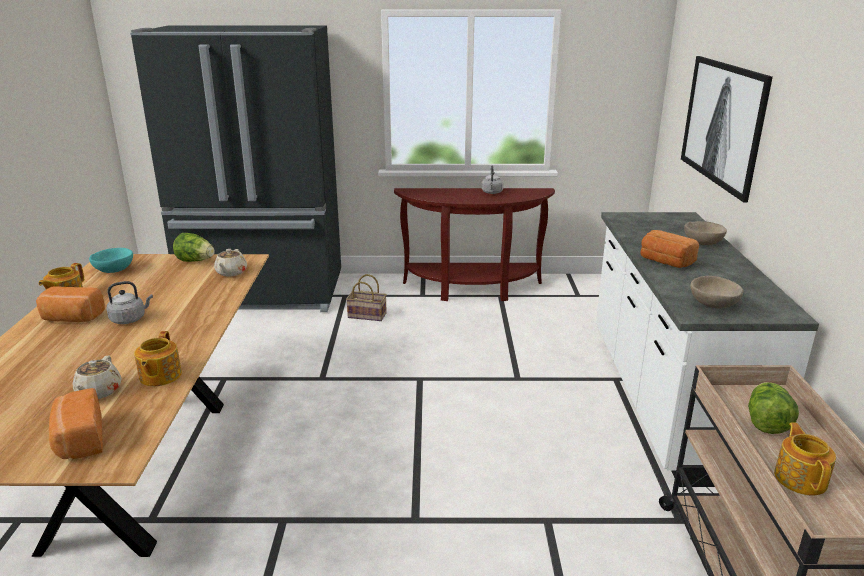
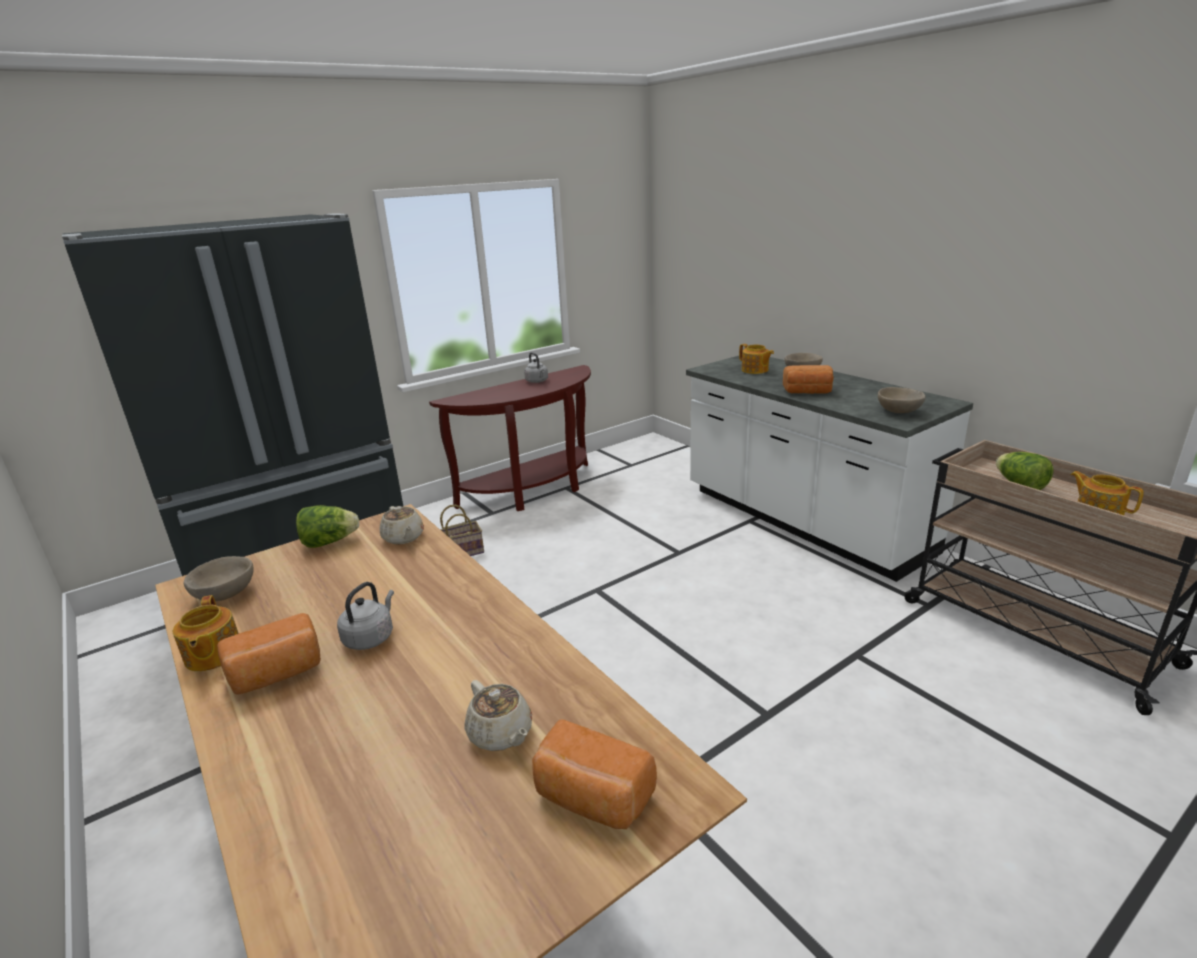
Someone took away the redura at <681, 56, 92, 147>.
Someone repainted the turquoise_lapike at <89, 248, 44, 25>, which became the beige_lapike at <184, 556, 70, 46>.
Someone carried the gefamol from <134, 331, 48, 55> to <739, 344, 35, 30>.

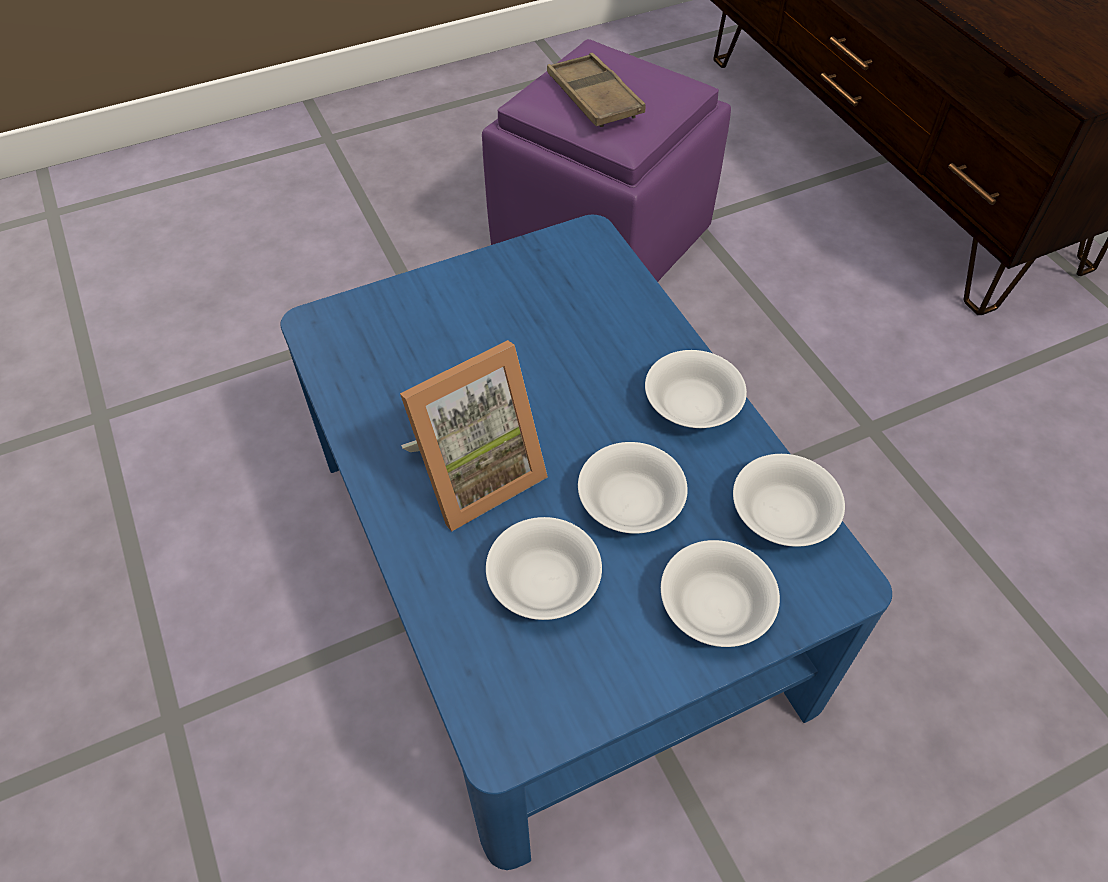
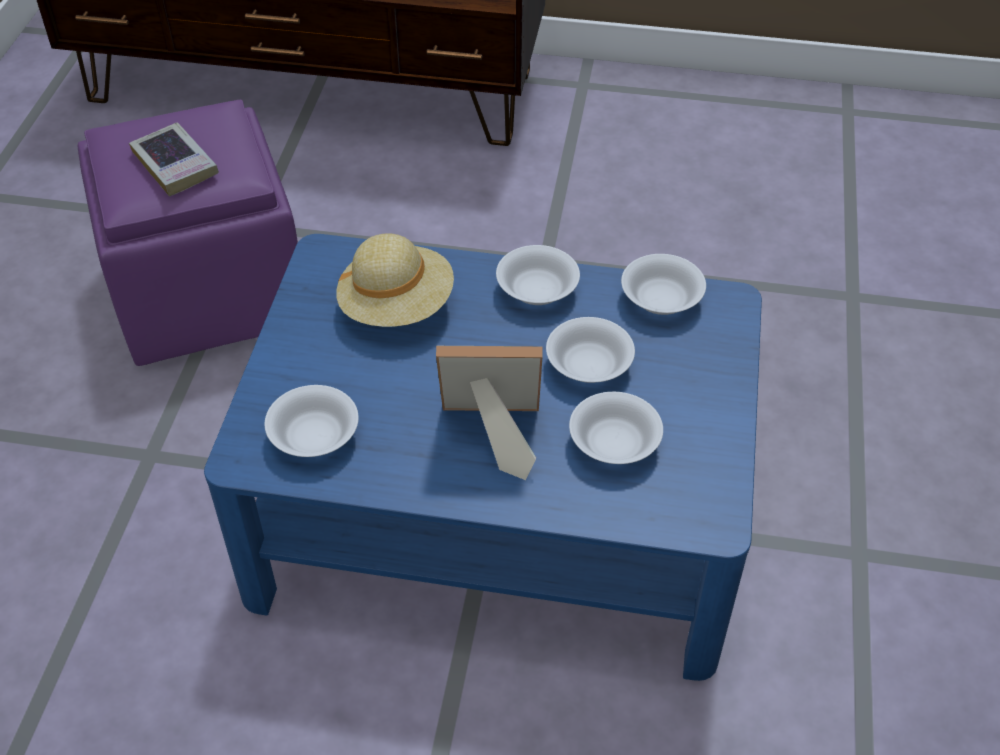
Someone swapped the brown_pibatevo at <547, 53, 98, 74> for the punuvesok at <129, 122, 90, 74>.
Someone rotated the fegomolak at <400, 340, 148, 191> by 90 degrees counterclockwise.
Someone carried the white_lapike from <661, 540, 119, 107> to <265, 385, 94, 72>.
Someone put down the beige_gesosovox at <336, 233, 118, 94>.

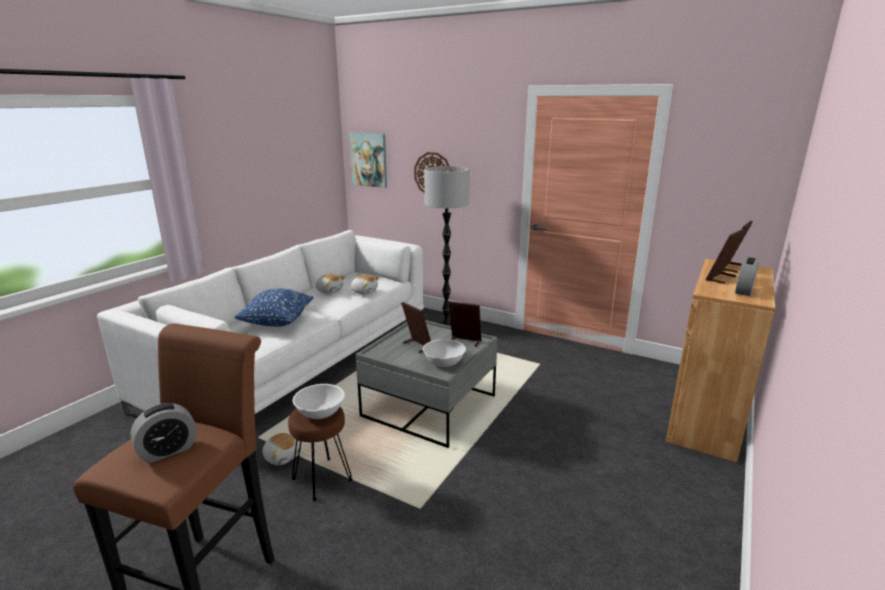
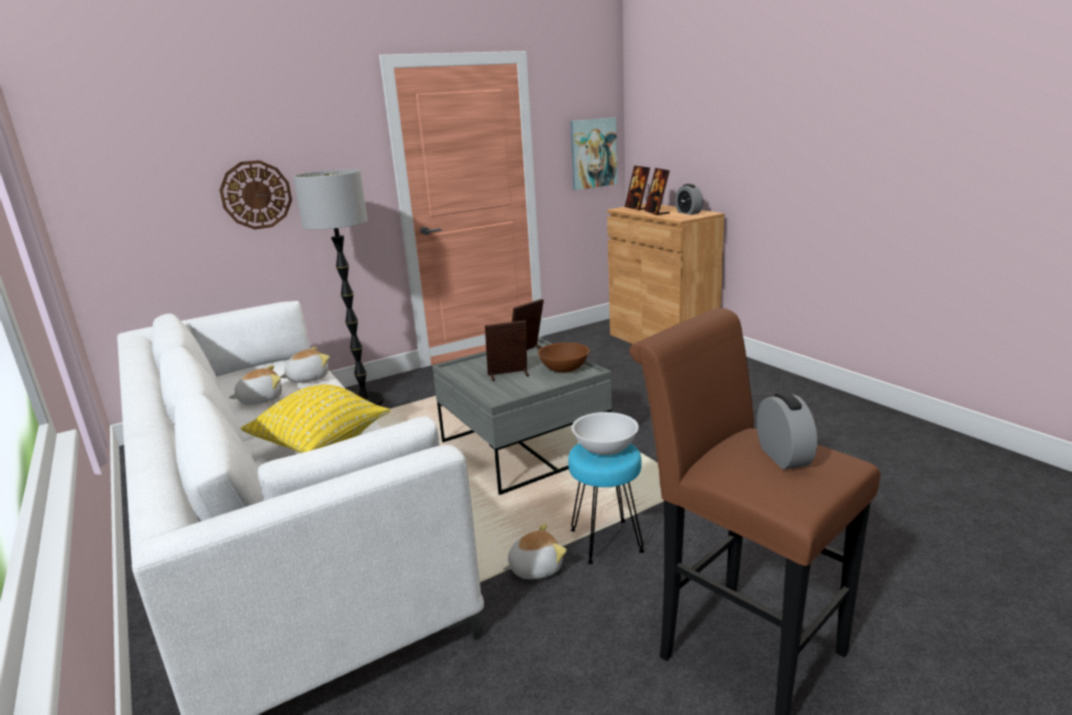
Someone carried the redura from <349, 133, 38, 55> to <570, 117, 47, 73>.
Someone repainted the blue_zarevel at <234, 288, 79, 39>, which became the yellow_zarevel at <241, 385, 149, 68>.
Someone repainted the white_lapike at <423, 339, 43, 28>, which became the brown_lapike at <538, 342, 52, 30>.
Someone repainted the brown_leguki at <288, 407, 65, 94>, which became the turquoise_leguki at <568, 443, 77, 121>.

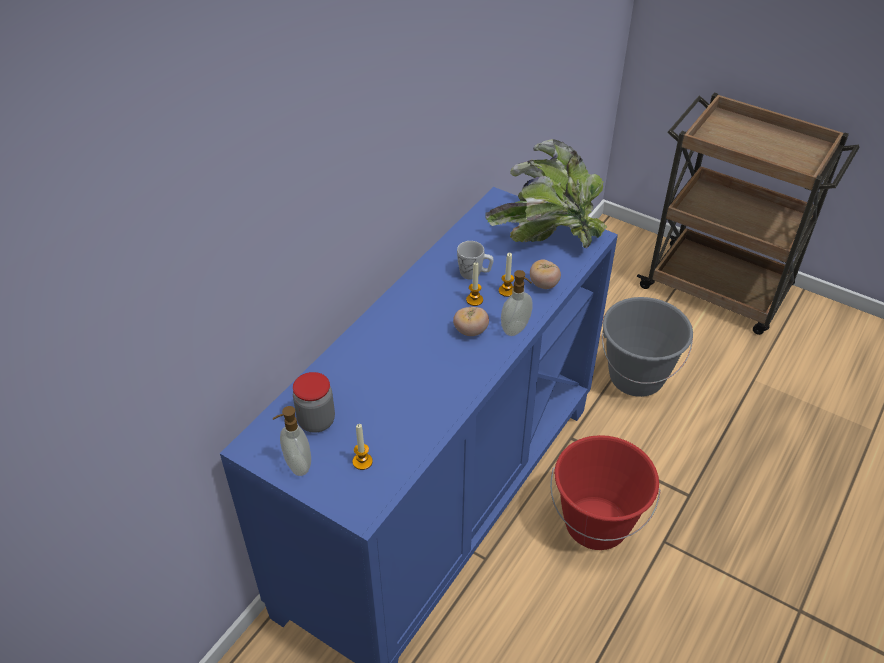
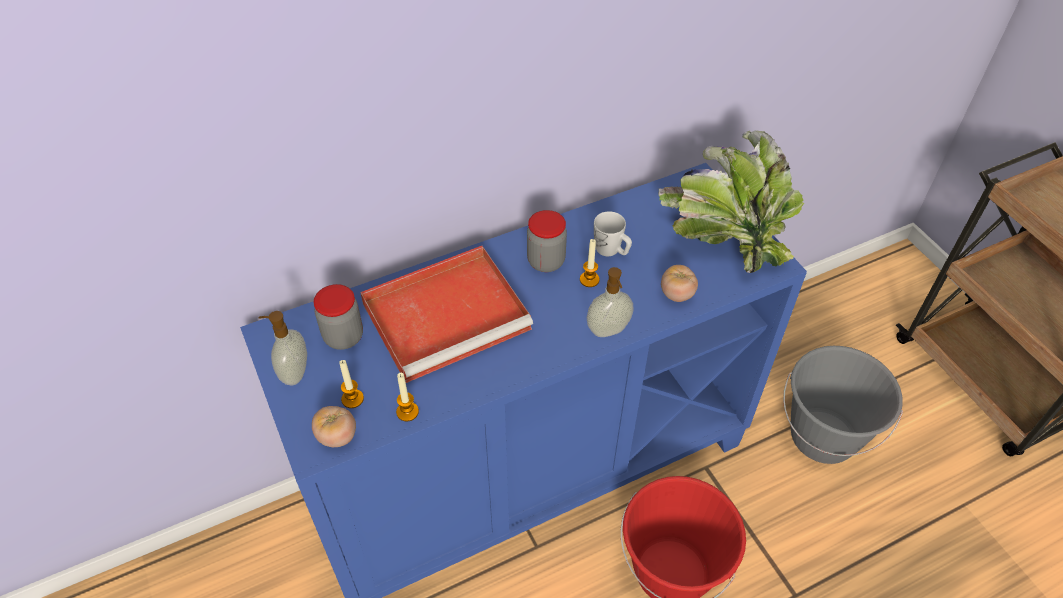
Someone carried the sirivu from <499, 253, 15, 44> to <396, 373, 23, 48>.
Someone carried the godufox from <453, 307, 36, 29> to <312, 406, 44, 41>.
Someone put down the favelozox at <527, 210, 40, 62>.
Someone put down the red_pibatevo at <360, 246, 173, 137>.

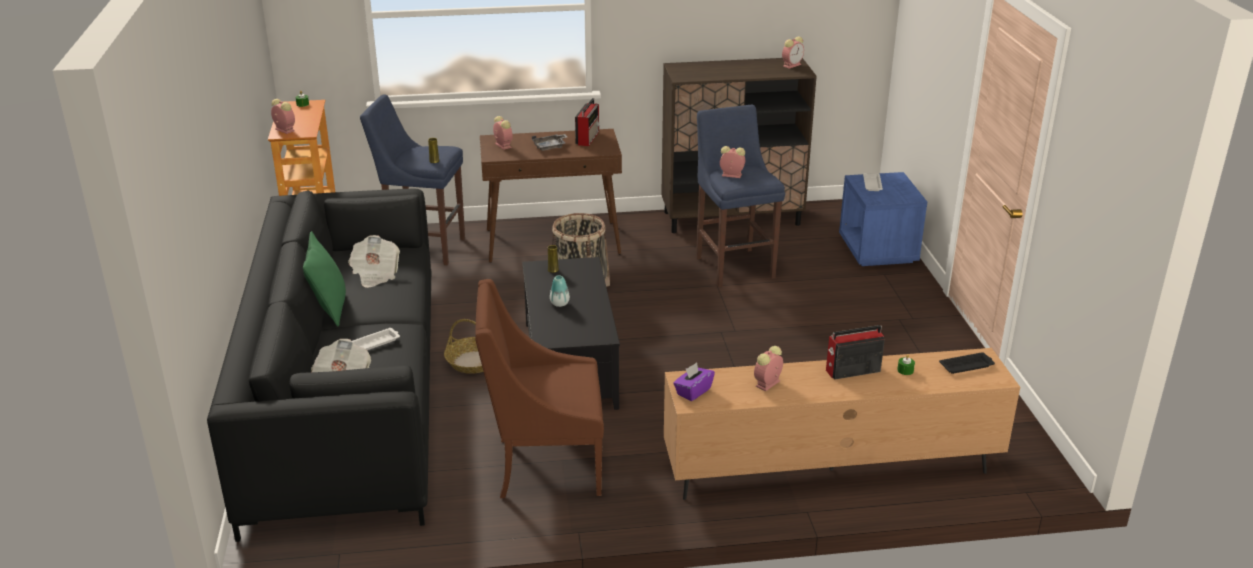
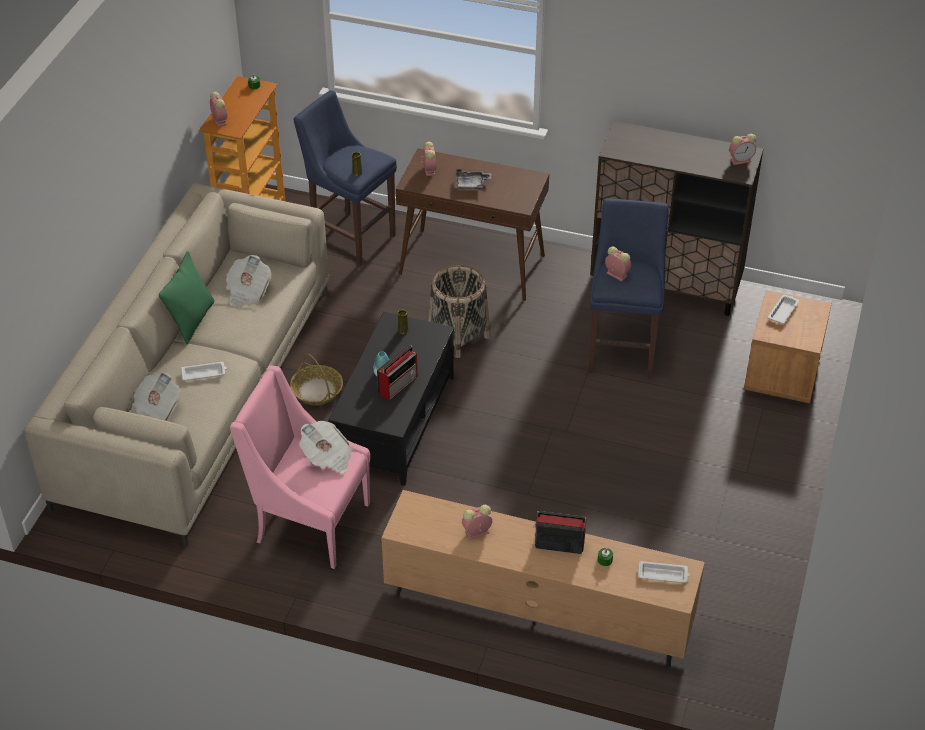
Someone carried the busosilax from <575, 98, 24, 48> to <377, 346, 41, 55>.
Someone repainted the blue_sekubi at <839, 172, 88, 94>, which became the brown_sekubi at <744, 290, 88, 114>.
Someone repainted the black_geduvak at <207, 189, 224, 353>, which became the beige_geduvak at <24, 183, 306, 364>.
Someone repainted the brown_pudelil at <475, 279, 129, 219>, which became the pink_pudelil at <230, 365, 140, 204>.
Someone repainted the black_pibatevo at <939, 352, 56, 22>, which became the white_pibatevo at <638, 561, 52, 22>.
Someone took away the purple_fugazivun at <673, 363, 42, 38>.
Someone put down the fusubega at <299, 421, 54, 53>.

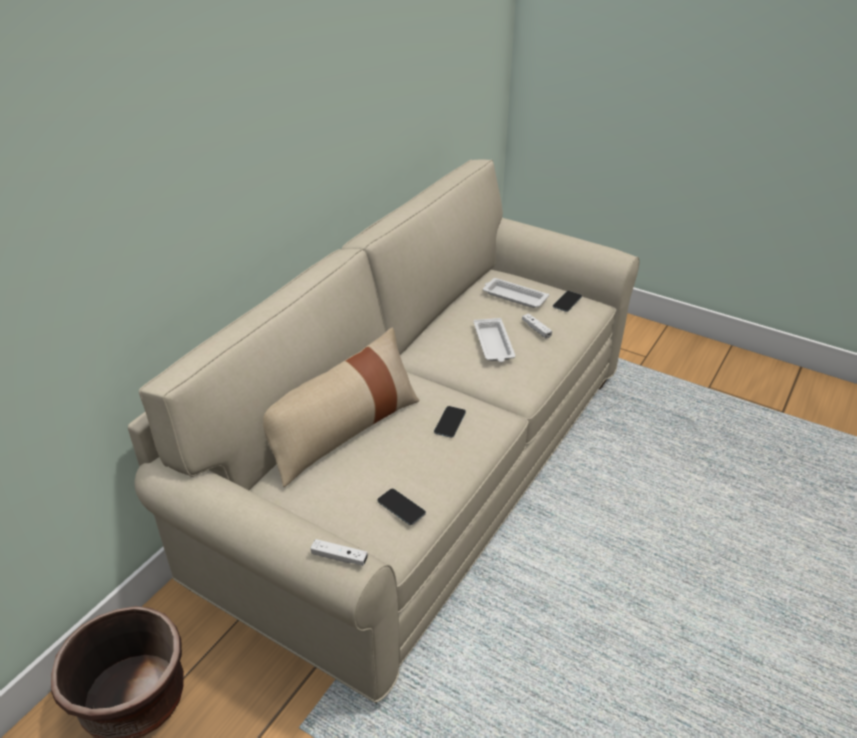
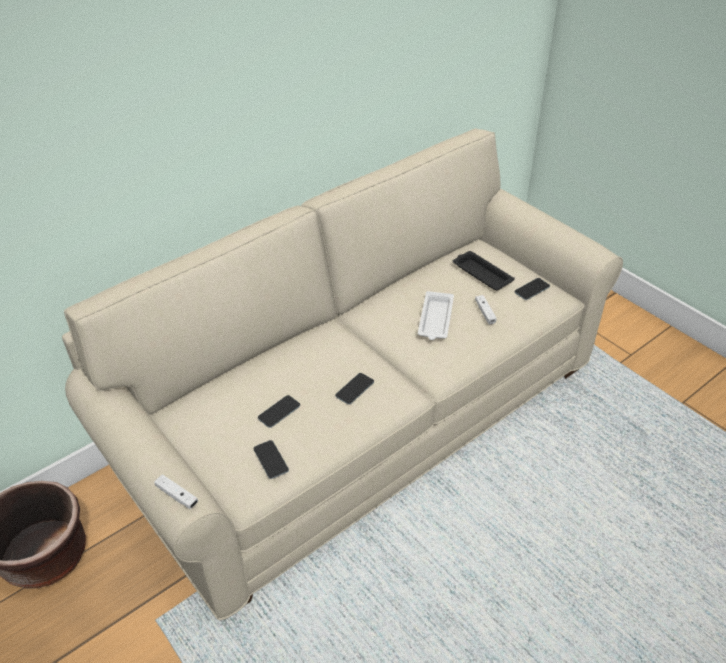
Someone repainted the white_pibatevo at <483, 278, 66, 30>, which became the black_pibatevo at <453, 251, 62, 39>.
Someone took away the beige_zarevel at <263, 327, 157, 160>.
Someone put down the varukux at <258, 395, 42, 33>.

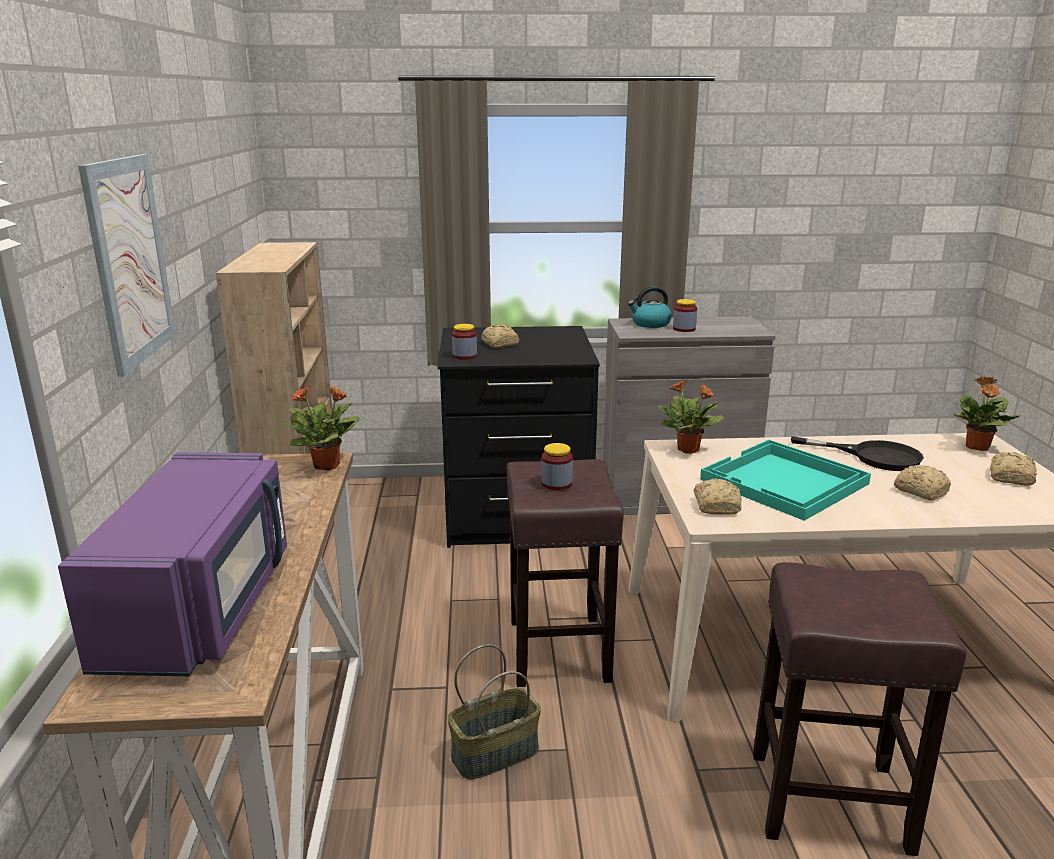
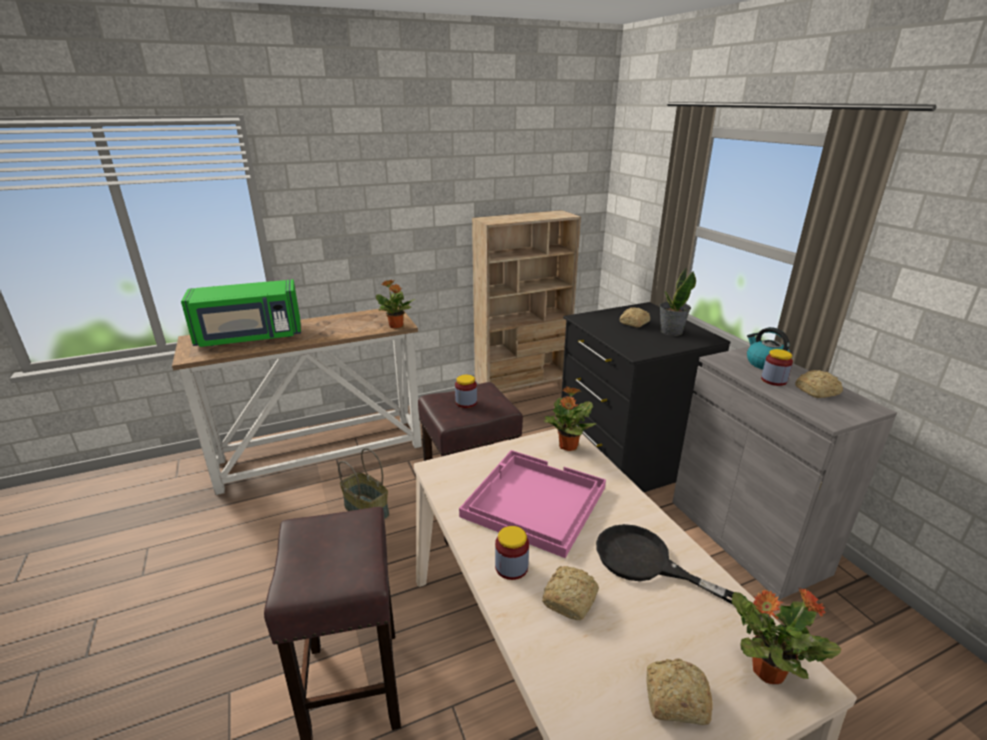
Someone took away the redura at <78, 154, 98, 223>.
Someone carried the favelozox from <452, 324, 25, 36> to <495, 526, 34, 54>.
Someone rotated the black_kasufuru at <791, 436, 133, 35> by 120 degrees clockwise.
Someone repainted the turquoise_pibatevo at <700, 440, 171, 81>, which became the pink_pibatevo at <459, 450, 147, 108>.
Someone repainted the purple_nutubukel at <58, 452, 229, 224>, which became the green_nutubukel at <181, 279, 120, 68>.
Someone carried the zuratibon from <694, 478, 48, 37> to <795, 370, 48, 28>.
Someone put down the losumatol at <659, 268, 37, 68>.

